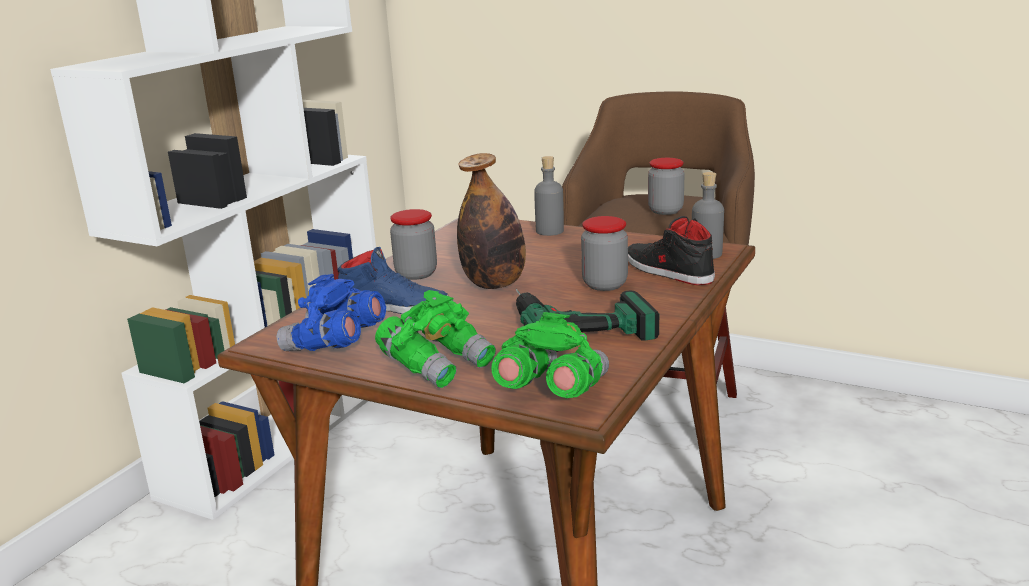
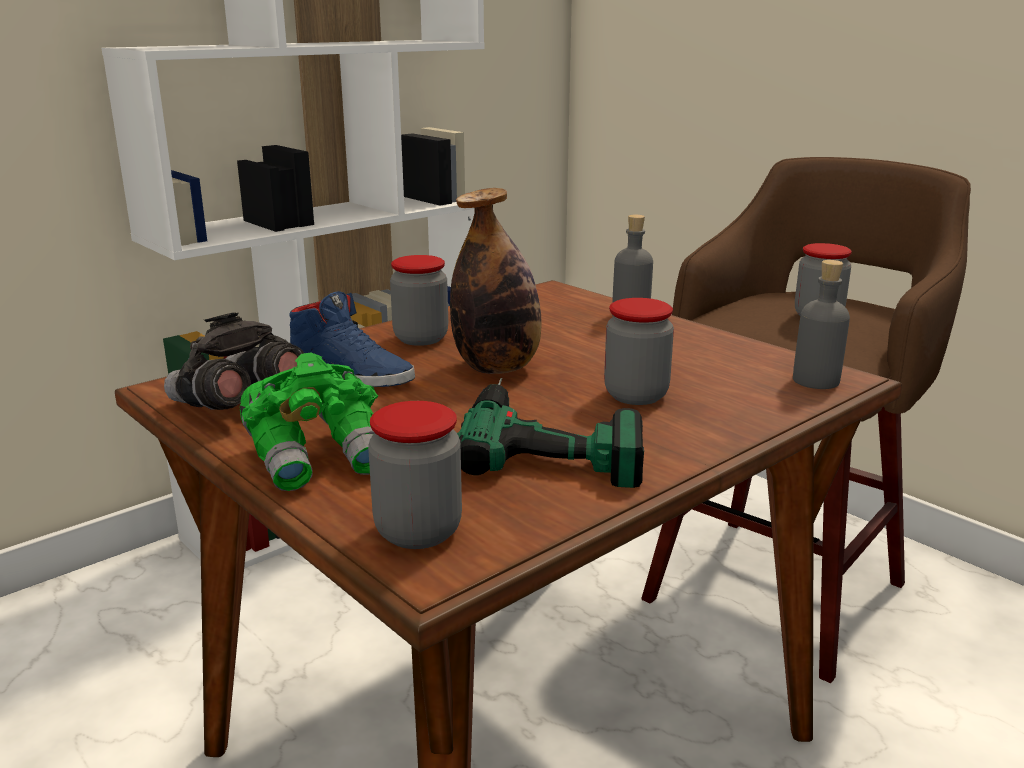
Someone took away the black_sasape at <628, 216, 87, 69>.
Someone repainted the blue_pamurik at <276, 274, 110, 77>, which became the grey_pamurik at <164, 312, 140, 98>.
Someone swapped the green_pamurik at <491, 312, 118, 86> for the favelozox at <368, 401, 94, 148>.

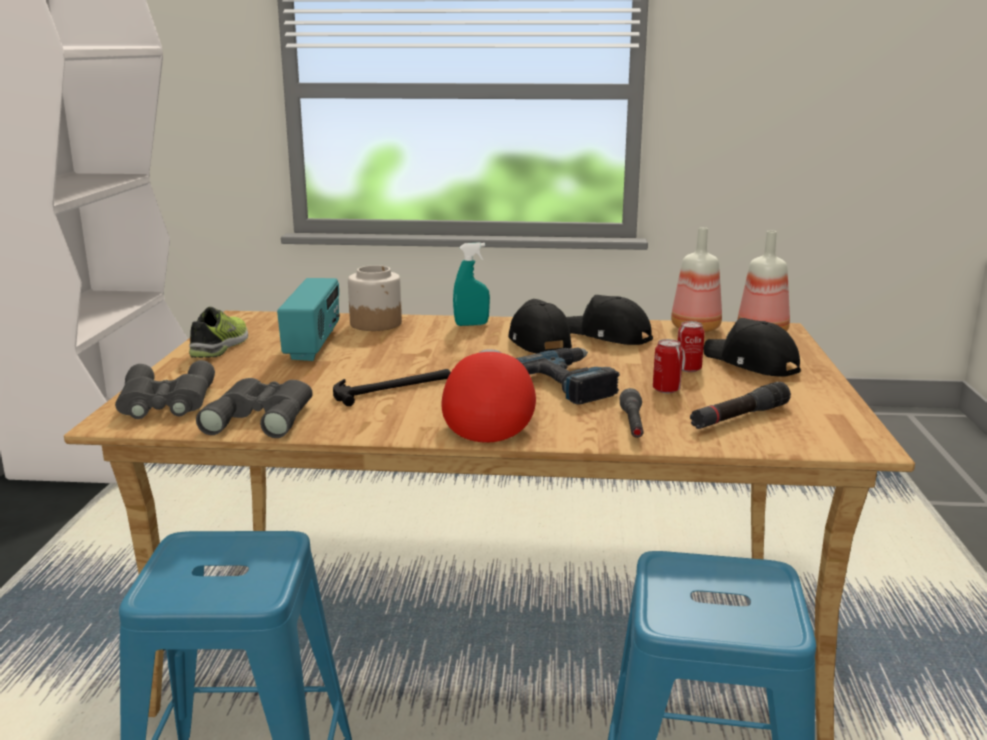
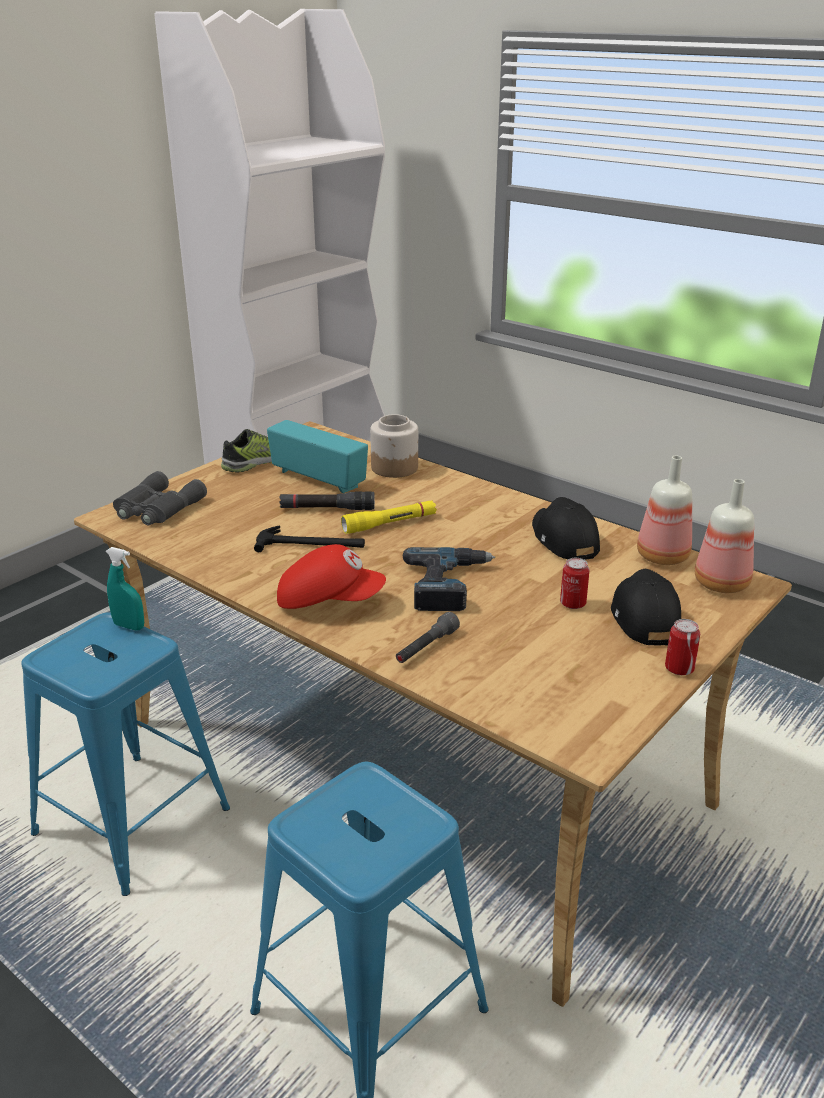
Someone carried the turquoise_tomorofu from <453, 242, 37, 84> to <106, 547, 38, 83>.
Someone rotated the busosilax at <277, 278, 63, 83> by 90 degrees counterclockwise.
Someone took away the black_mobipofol at <508, 299, 64, 54>.
Someone carried the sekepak from <653, 339, 30, 54> to <665, 619, 35, 56>.
Someone rotated the red_mobipofol at <442, 349, 94, 93> by 60 degrees clockwise.
Someone took away the grey_pamurik at <196, 378, 117, 60>.
Someone carried the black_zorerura from <690, 382, 101, 47> to <279, 491, 96, 19>.
Someone put down the yellow_zorerura at <341, 500, 96, 34>.

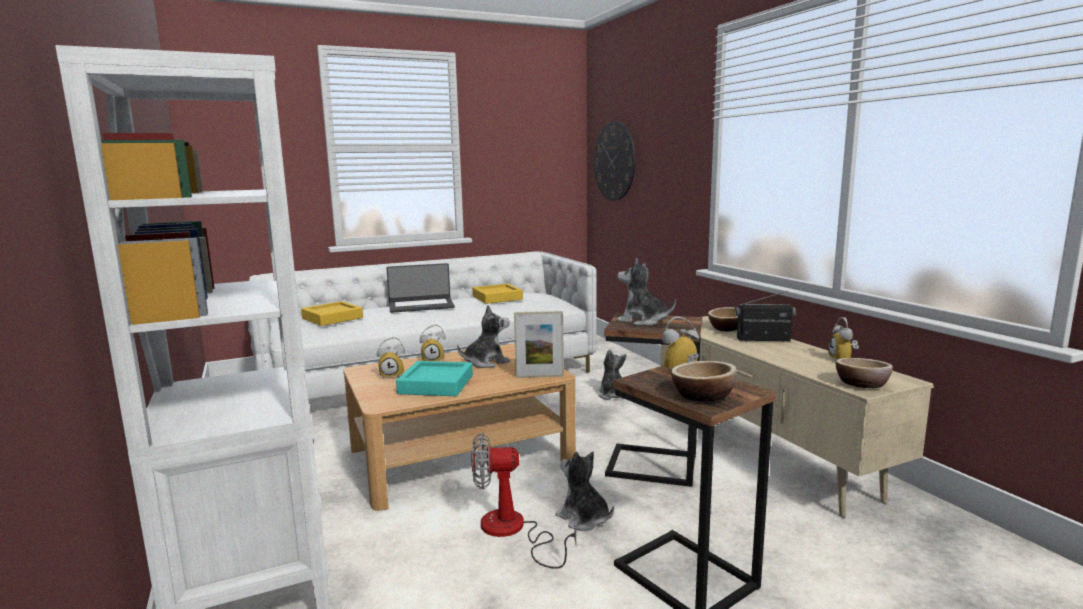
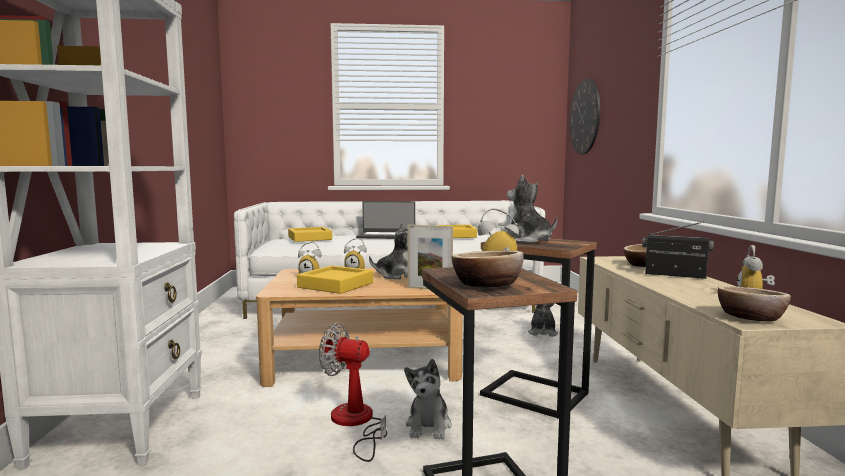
Someone repainted the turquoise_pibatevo at <396, 361, 77, 35>, which became the yellow_pibatevo at <297, 265, 76, 29>.
Someone rotated the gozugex at <555, 451, 59, 80> by 150 degrees counterclockwise.

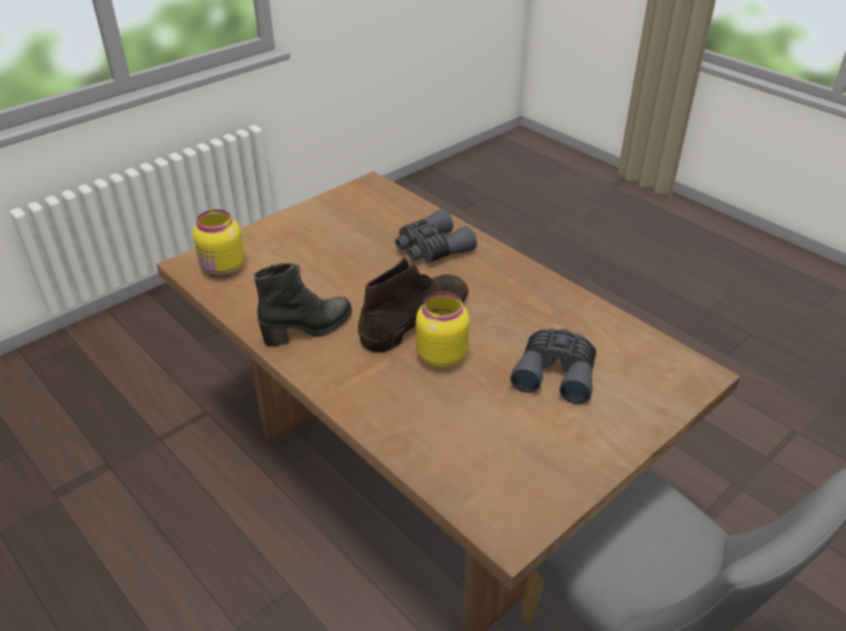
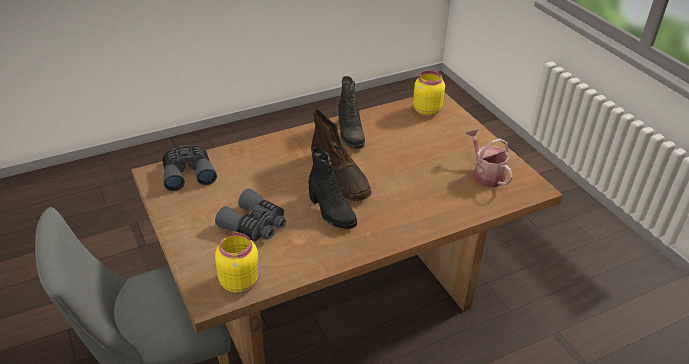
Someone carried the grey_pamurik from <395, 209, 82, 54> to <162, 145, 55, 46>.
Someone carried the yellow_favelozox from <416, 292, 54, 78> to <215, 233, 45, 60>.
Someone put down the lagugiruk at <466, 129, 47, 58>.
Someone put down the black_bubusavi at <309, 147, 48, 82>.

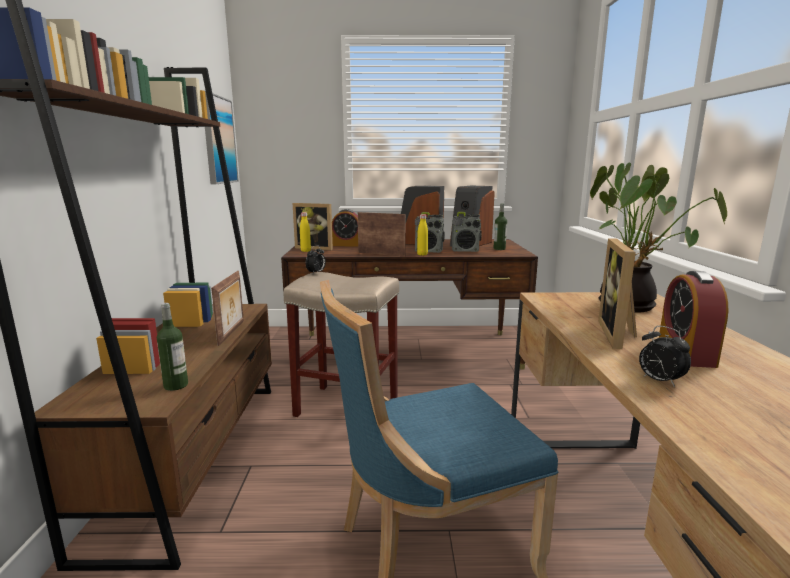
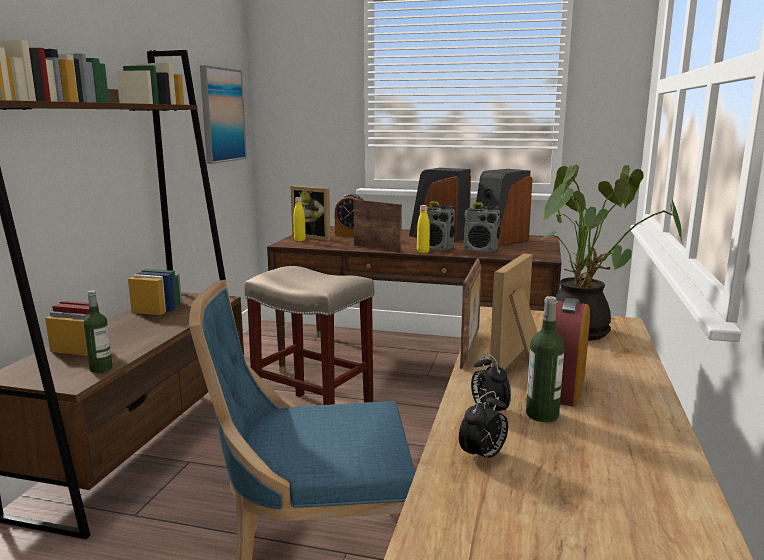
Someone carried the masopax from <494, 203, 13, 47> to <526, 296, 39, 126>.
Someone carried the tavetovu from <305, 245, 21, 28> to <459, 391, 49, 73>.
Someone carried the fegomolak from <211, 271, 33, 75> to <460, 258, 22, 111>.

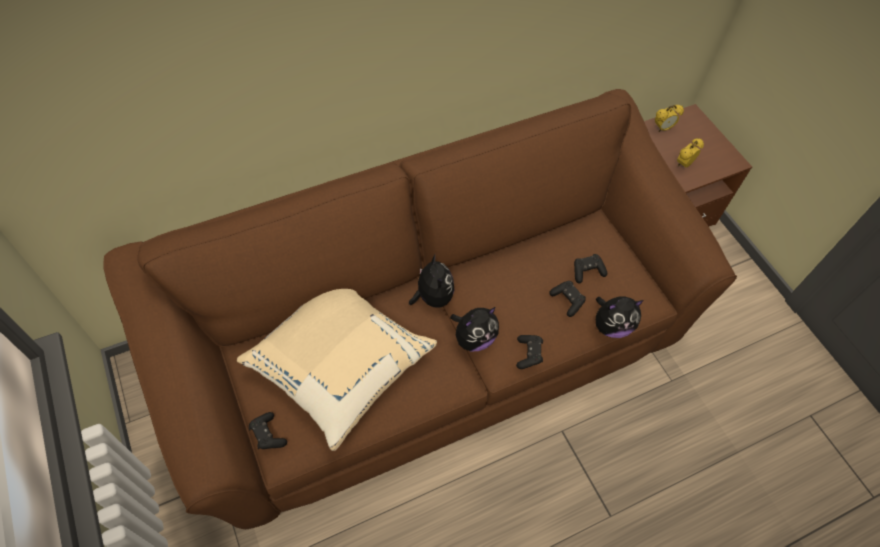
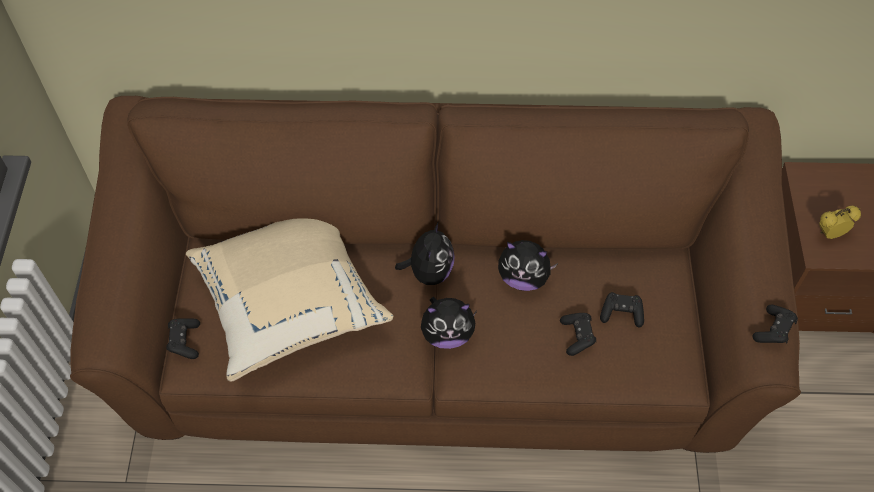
Someone took away the tavetovu at <655, 105, 29, 27>.
Someone carried the gozugex from <596, 297, 48, 41> to <498, 240, 60, 51>.
Someone carried the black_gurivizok from <516, 335, 27, 34> to <752, 305, 46, 39>.

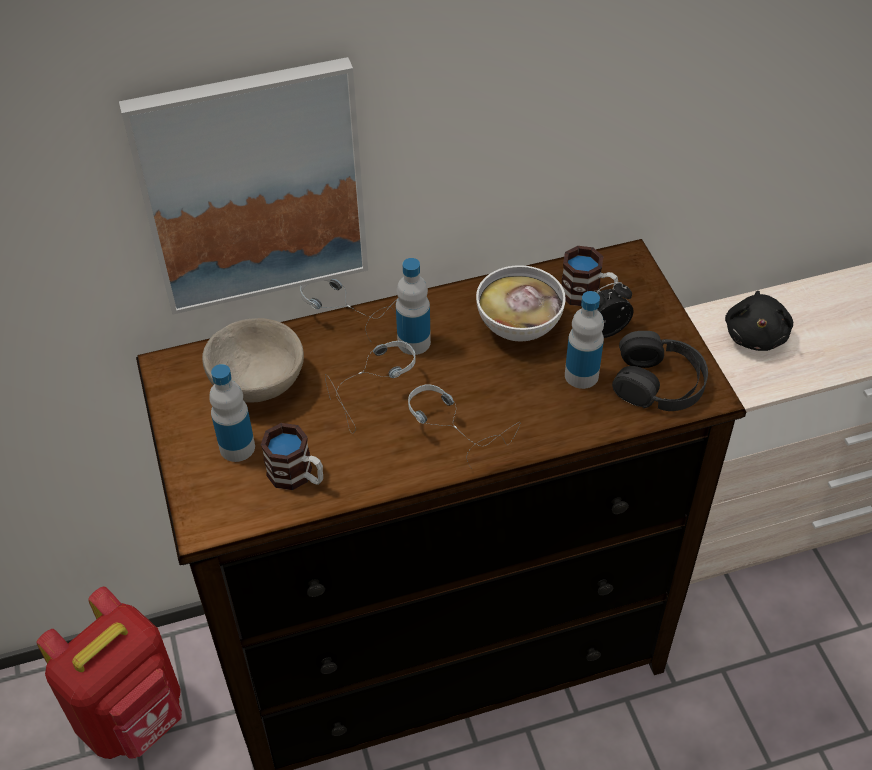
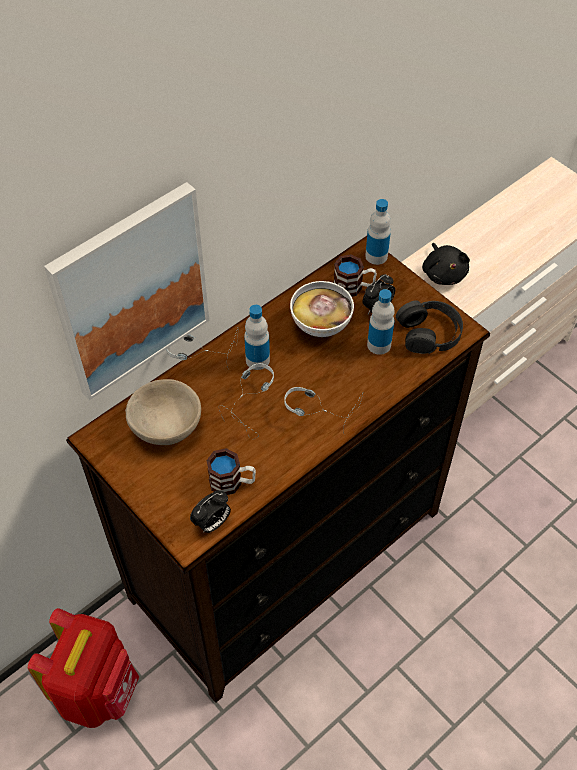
Someone carried the masopax from <209, 364, 46, 98> to <365, 199, 26, 66>.
Someone put down the tavetovu at <190, 490, 41, 43>.

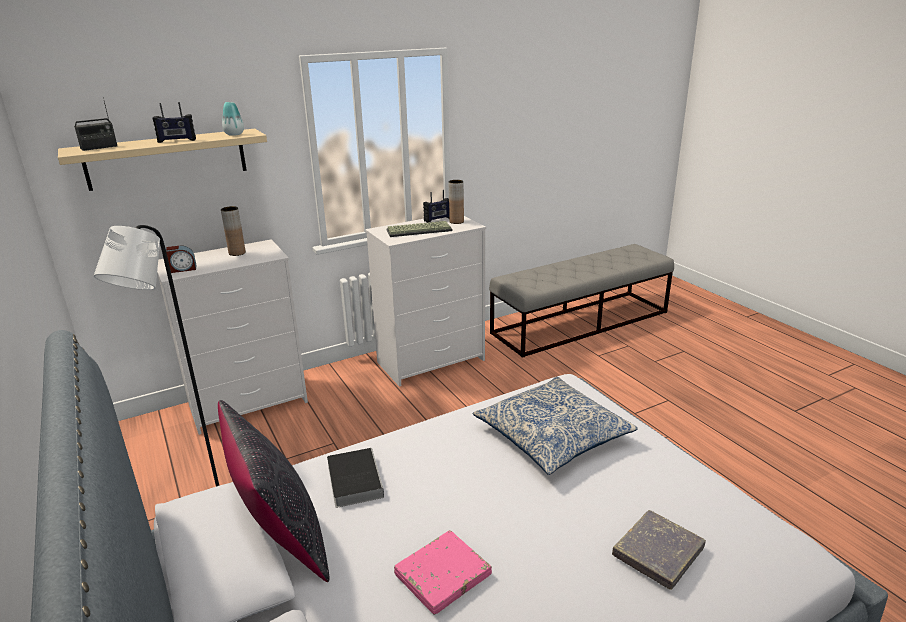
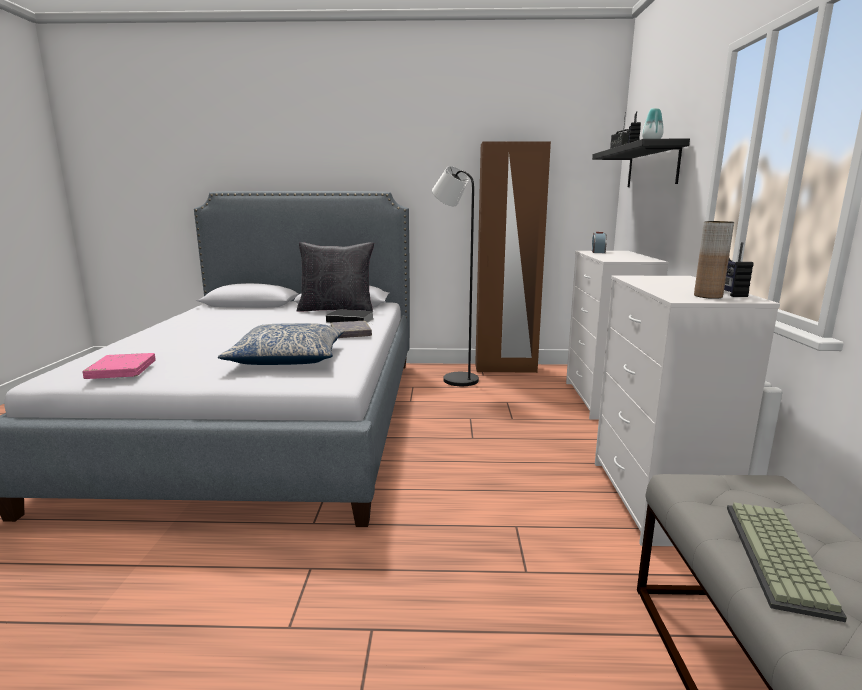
Someone repainted the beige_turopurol at <58, 129, 209, 62>, which became the black_turopurol at <592, 139, 98, 48>.
Someone took away the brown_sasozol at <221, 206, 25, 50>.
Someone carried the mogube from <386, 221, 67, 16> to <727, 502, 120, 120>.
Someone carried the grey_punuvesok from <612, 510, 94, 80> to <331, 321, 41, 17>.
Someone carried the pink_punuvesok from <394, 530, 98, 85> to <82, 353, 74, 26>.
Someone put down the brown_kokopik at <475, 141, 76, 232>.

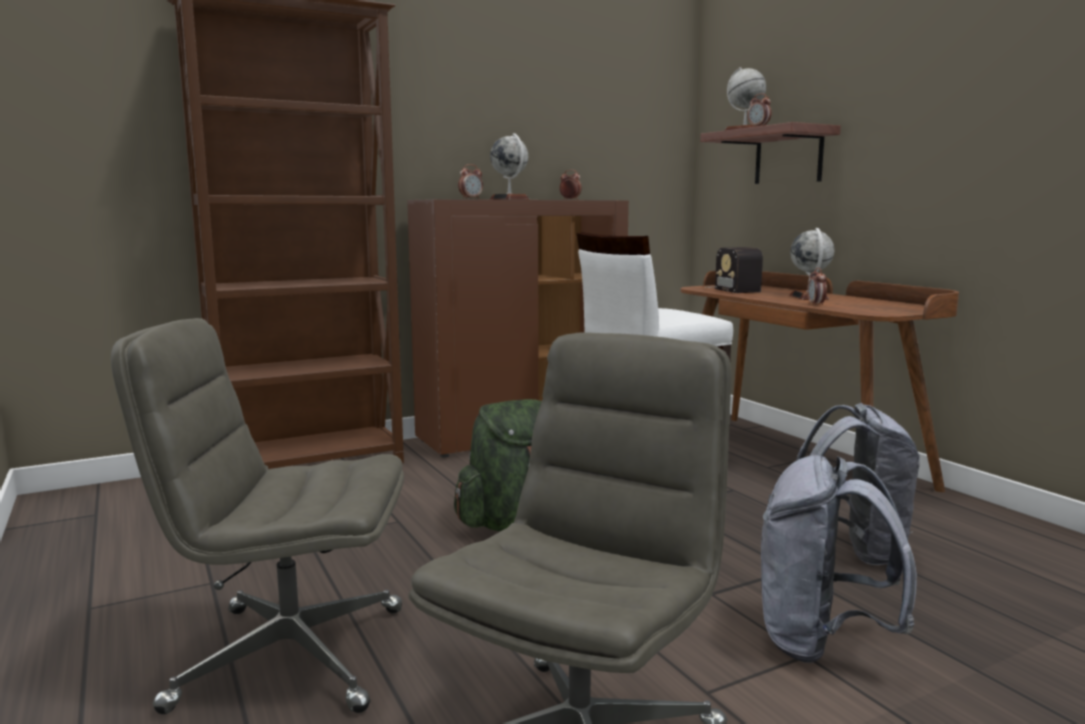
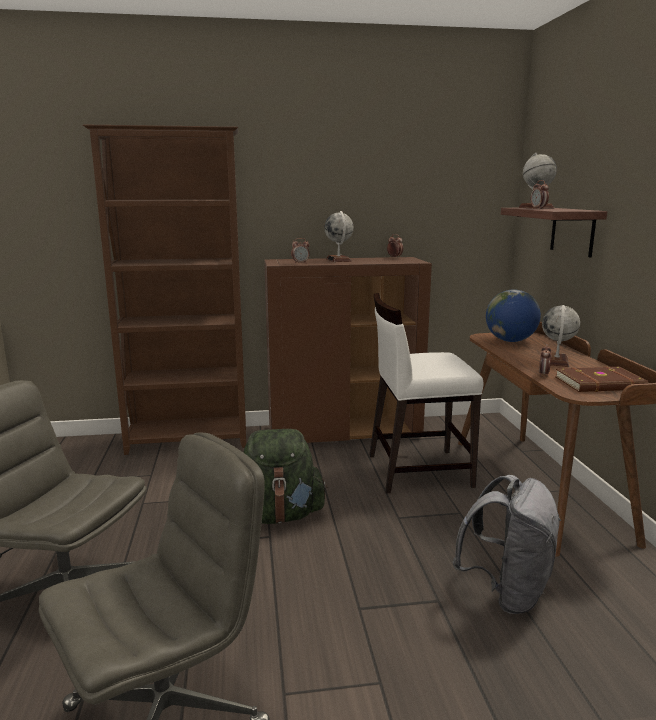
Someone swapped the busosilax at <705, 247, 58, 46> for the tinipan at <486, 289, 55, 53>.
Someone took away the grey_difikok at <761, 455, 156, 208>.
Someone put down the brown_punuvesok at <555, 367, 93, 25>.

